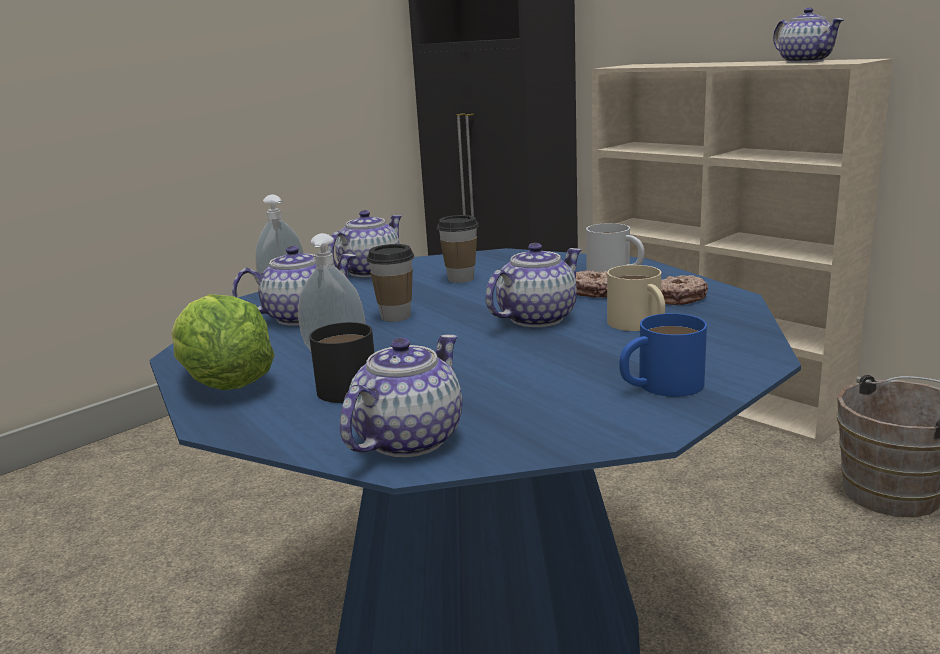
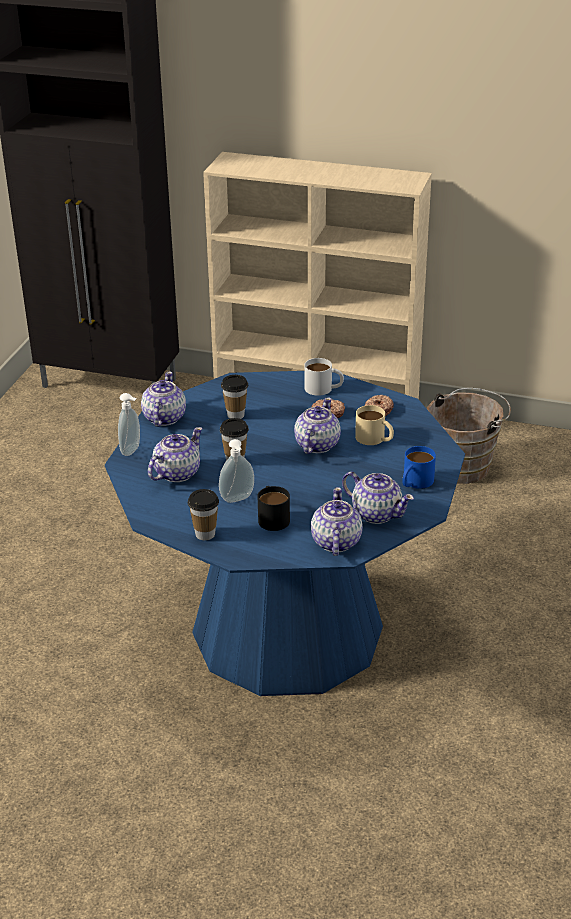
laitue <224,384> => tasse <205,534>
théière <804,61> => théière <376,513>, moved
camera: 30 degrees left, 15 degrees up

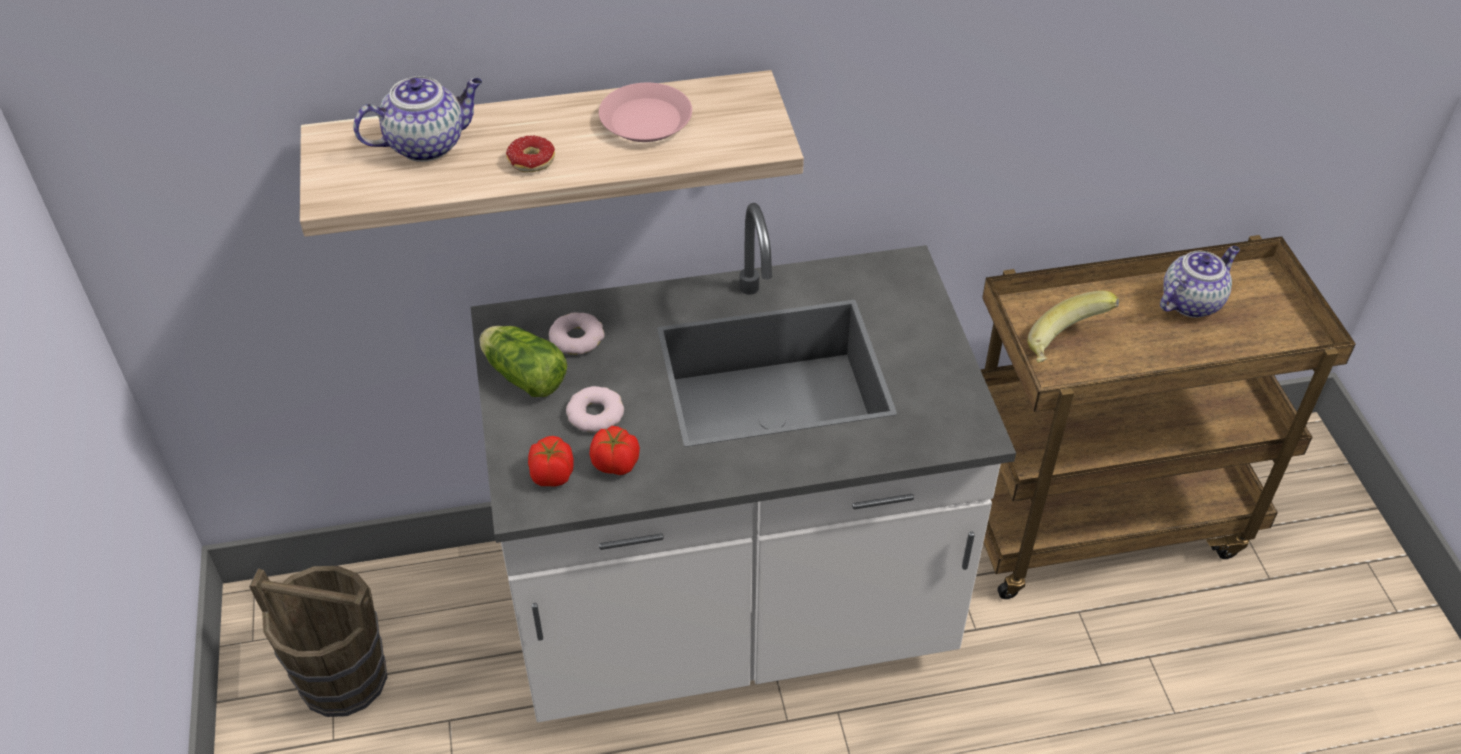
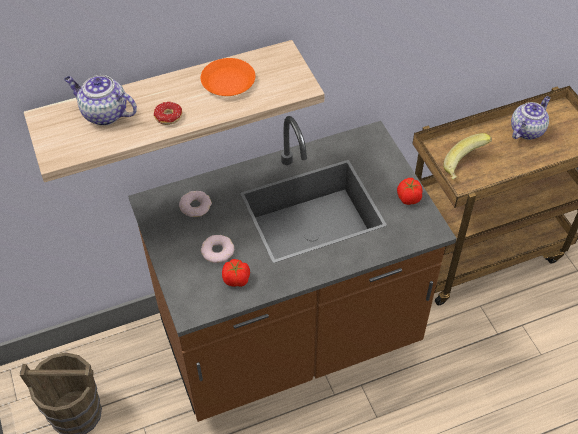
théière <427,144> => théière <104,114>, 120 degrees counterclockwise
comptoir de cuisine/blanc <730,614> => comptoir de cuisine/marron <290,339>
assiette/rose <646,120> => assiette/orange <228,81>
tomate <551,475> => tomate <408,198>, moved
laitue <522,374> => nothing
camera: 10 degrees left, 5 degrees up

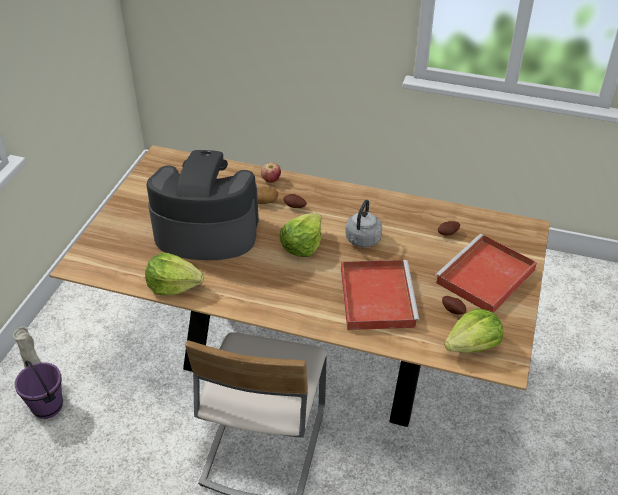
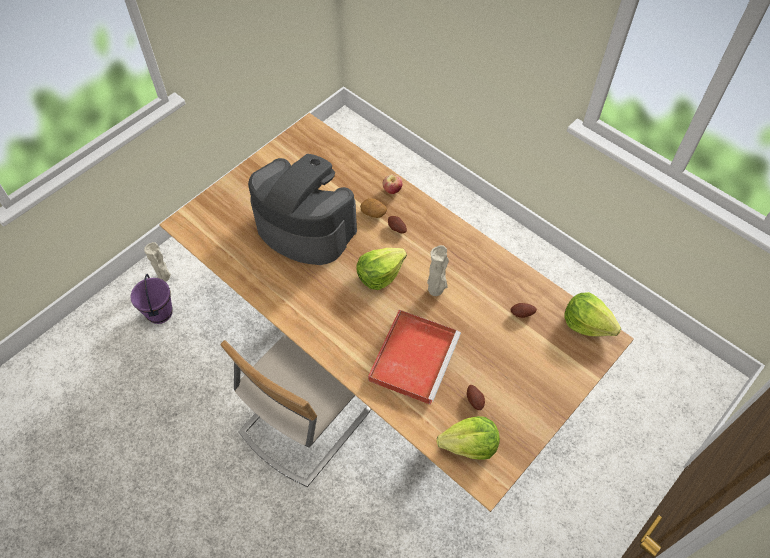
bouilloire/gris <362,240> => vase/beige <436,290>
laitue <173,285> => laitue <587,323>, moved
plateau/rouge <485,278> => nothing
camera: 25 degrees right, 15 degrees up

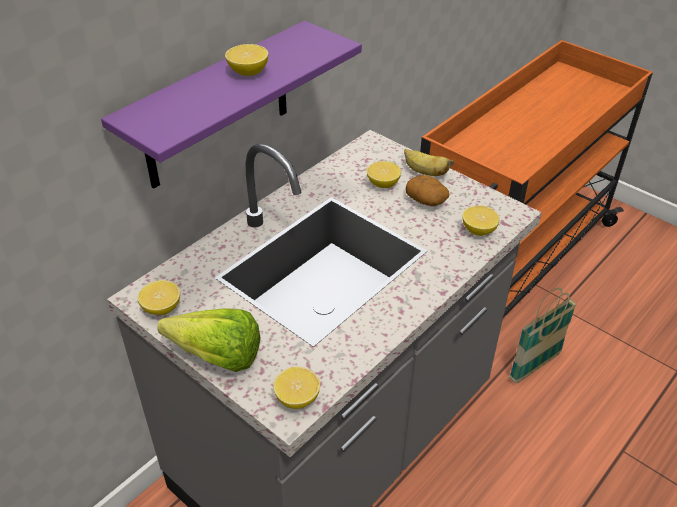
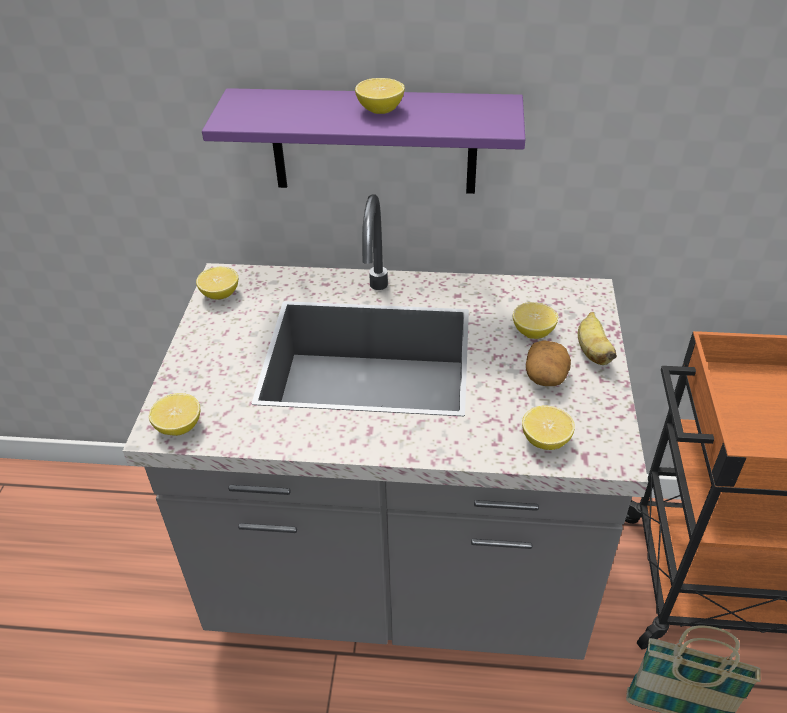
laitue <210,354> => nothing
camera: 55 degrees right, 0 degrees up

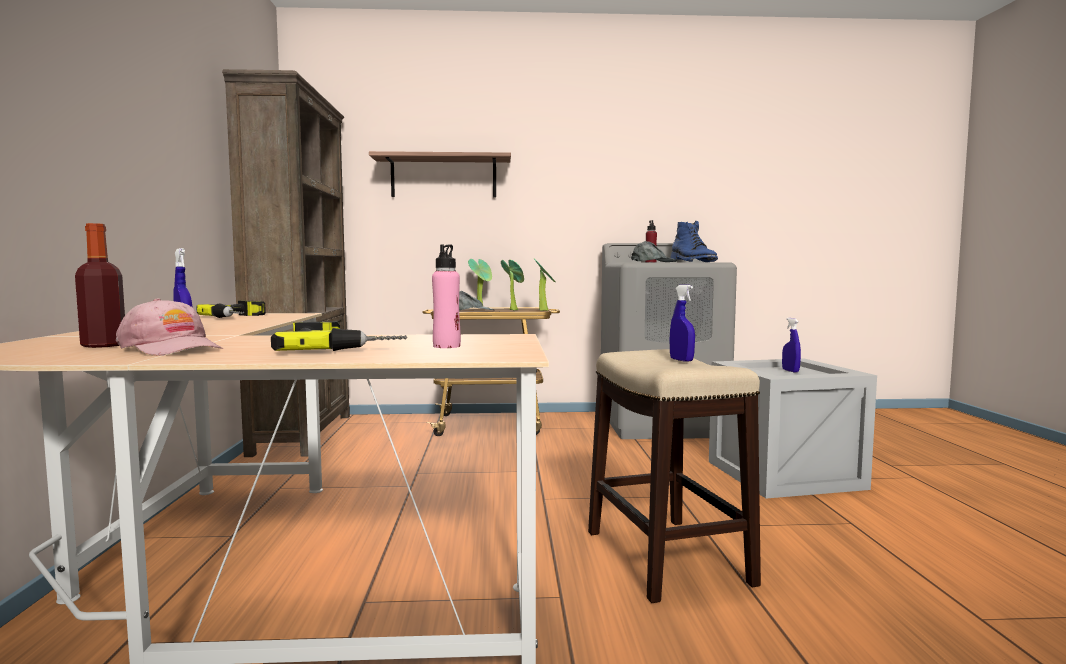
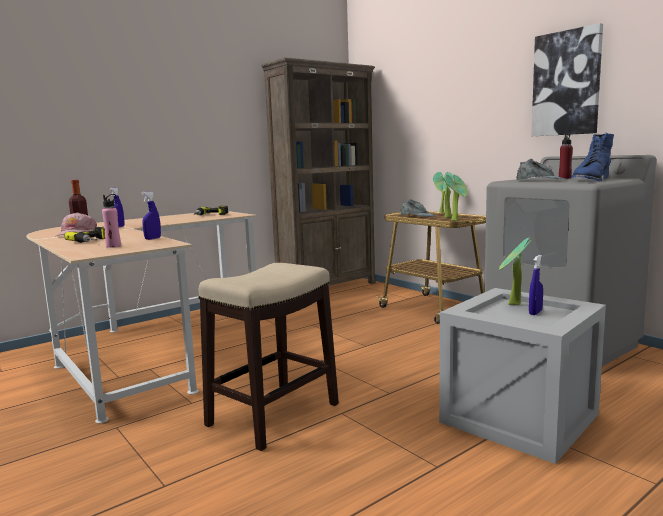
vaporisateur/bleu <681,360> => vaporisateur/bleu <152,238>, moved
nothing => plante en pot <512,305>
nothing => tableau <566,83>
étagère <443,177> => nothing
camera: 55 degrees right, 5 degrees up

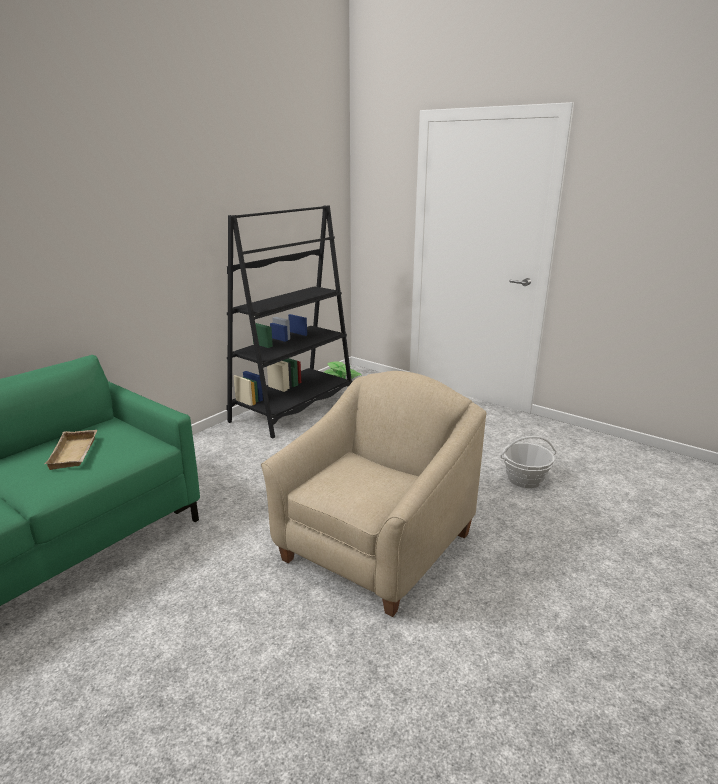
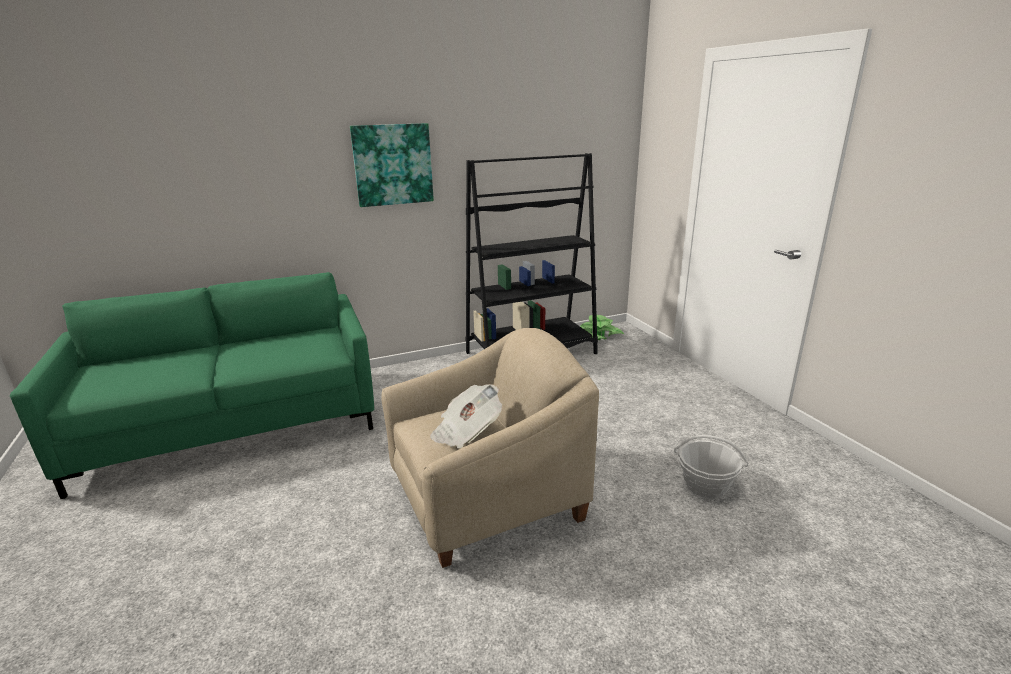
nothing => tableau <393,164>
nothing => journal <466,432>
plateau/beige <76,453> => nothing
camera: 30 degrees right, 0 degrees up

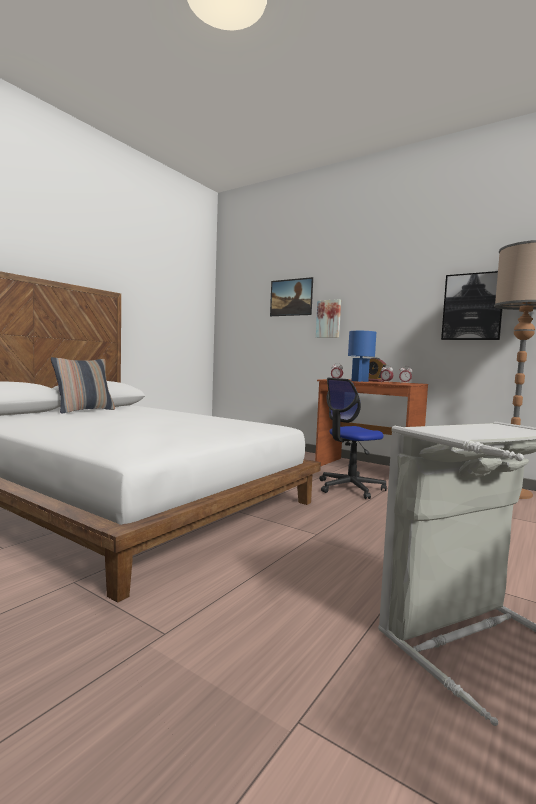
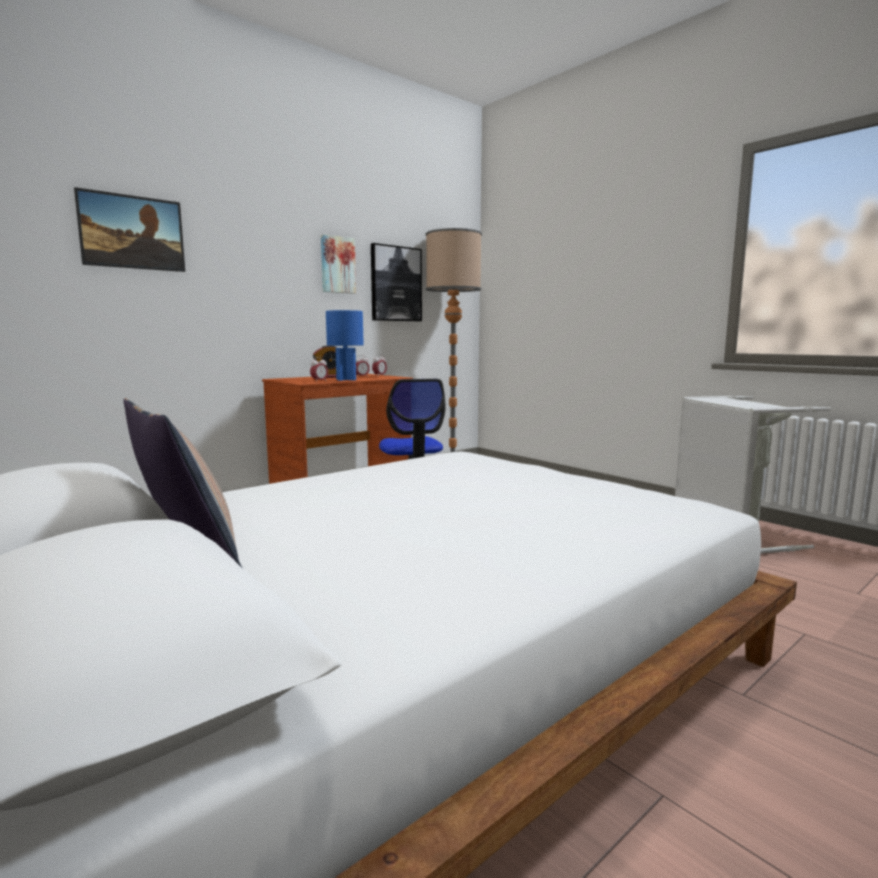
tableau <329,319> => tableau <337,265>, moved
camera: 75 degrees left, 5 degrees up

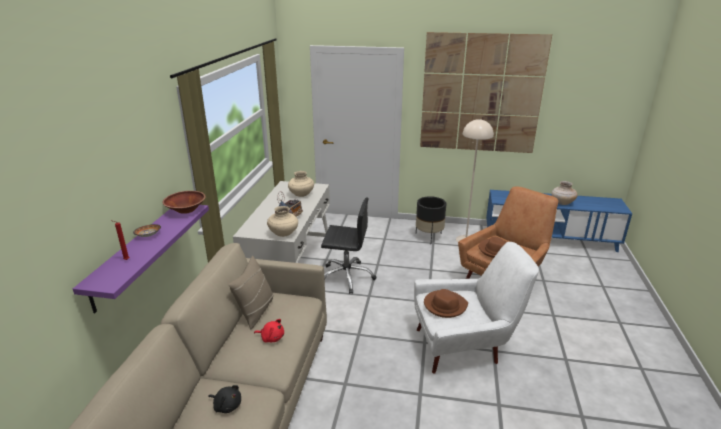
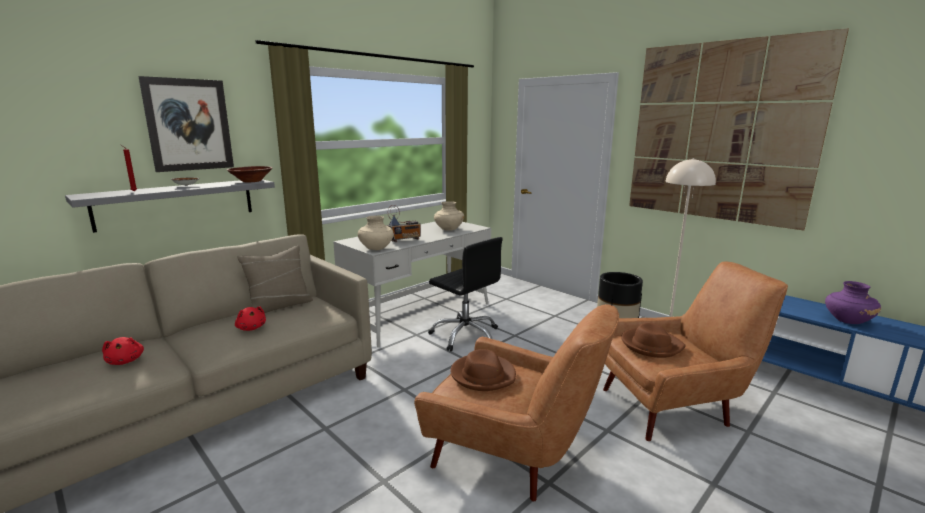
étagère/violet <136,254> => étagère/gris <177,203>
peluche/noir <227,405> => peluche/rouge <125,361>
nothing => tableau <189,125>
fauteuil/blanc <464,346> => fauteuil/marron <512,457>
vase/beige <562,203> => vase/violet <847,321>
camera: 35 degrees right, 10 degrees down

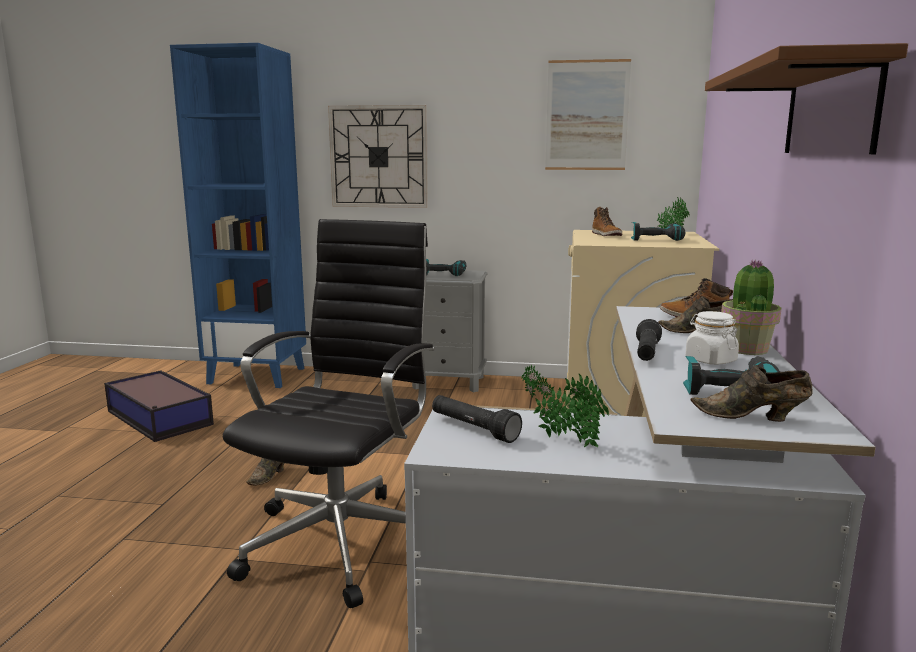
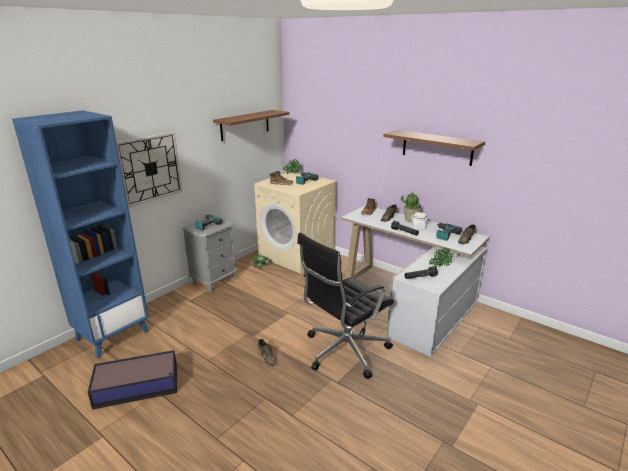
tableau <587,115> => étagère/marron <245,125>
chaise de bureau/noir <343,540> => chaise de bureau/noir <343,351>, 90 degrees counterclockwise
camera: 60 degrees left, 10 degrees up

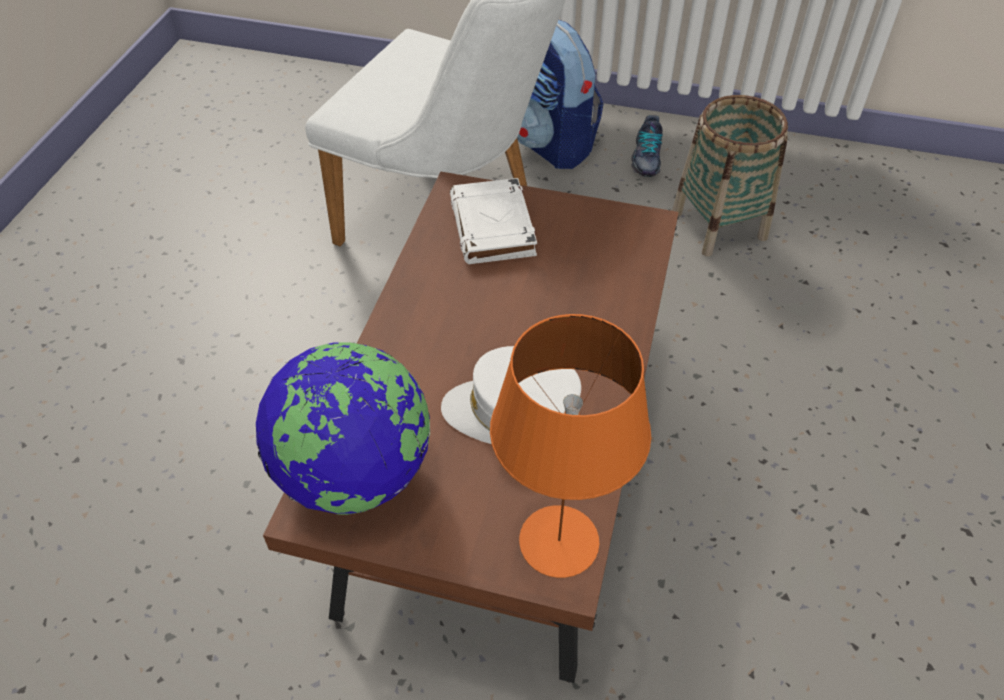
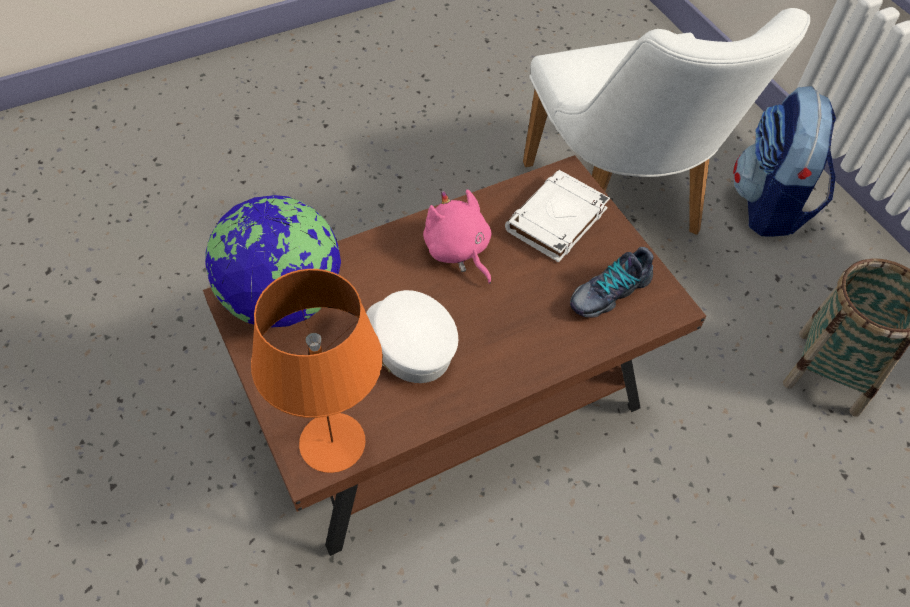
nothing => peluche/rose <458,251>
chaussure <646,158> => chaussure <609,292>, moved
camera: 45 degrees right, 5 degrees up

